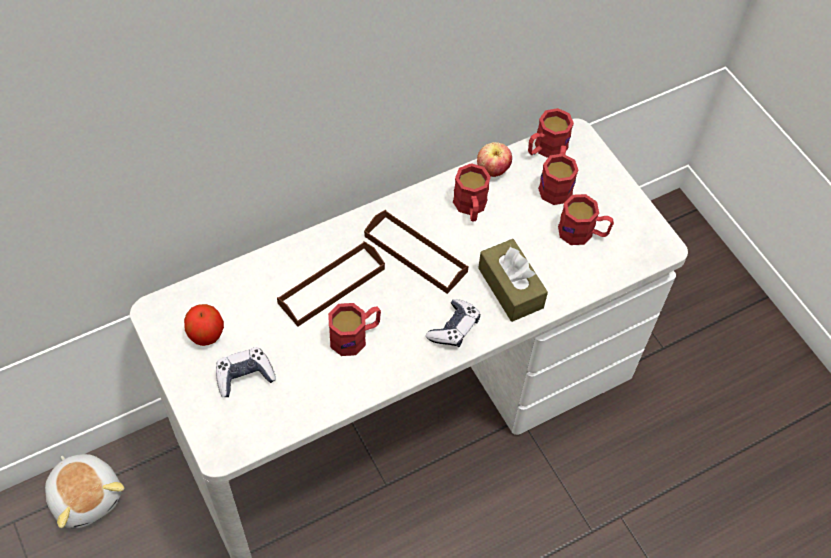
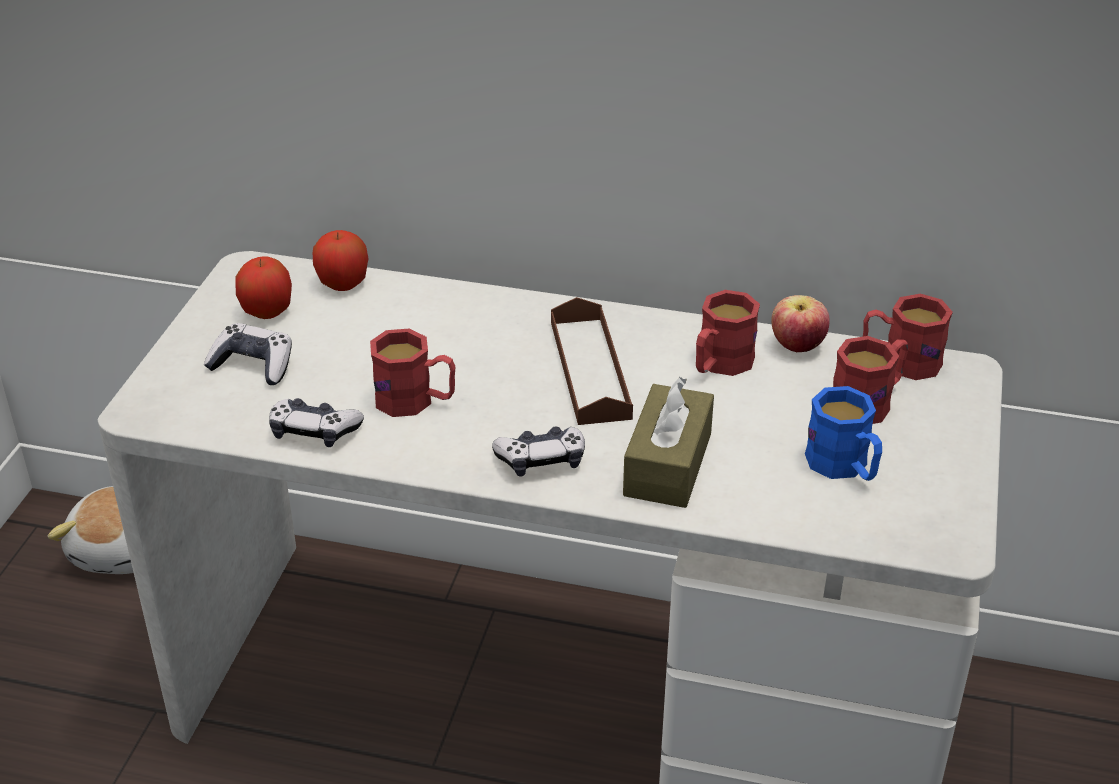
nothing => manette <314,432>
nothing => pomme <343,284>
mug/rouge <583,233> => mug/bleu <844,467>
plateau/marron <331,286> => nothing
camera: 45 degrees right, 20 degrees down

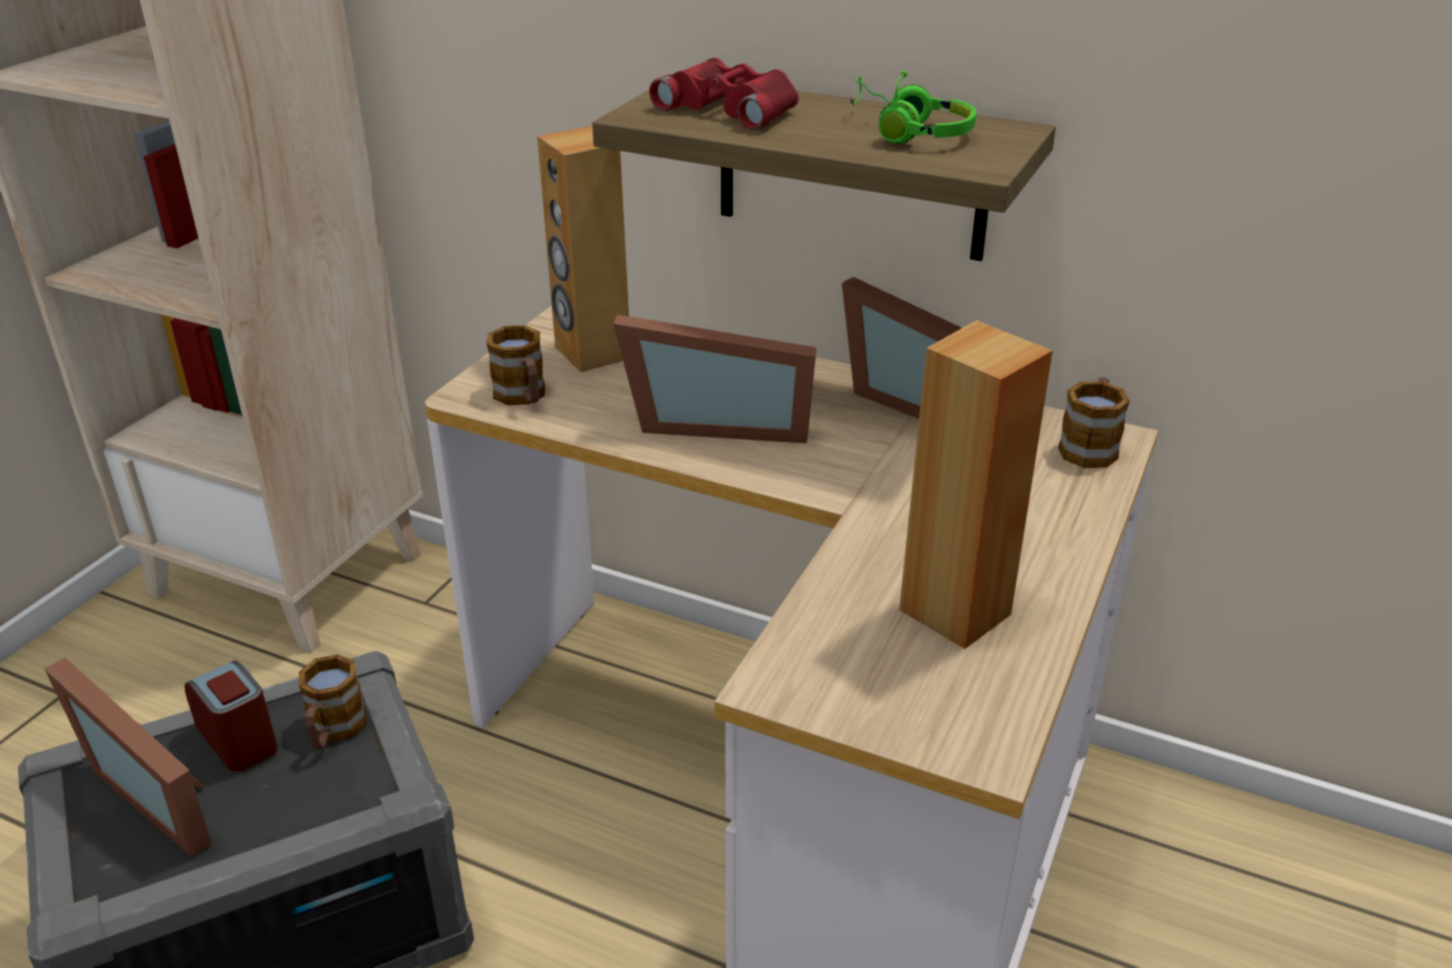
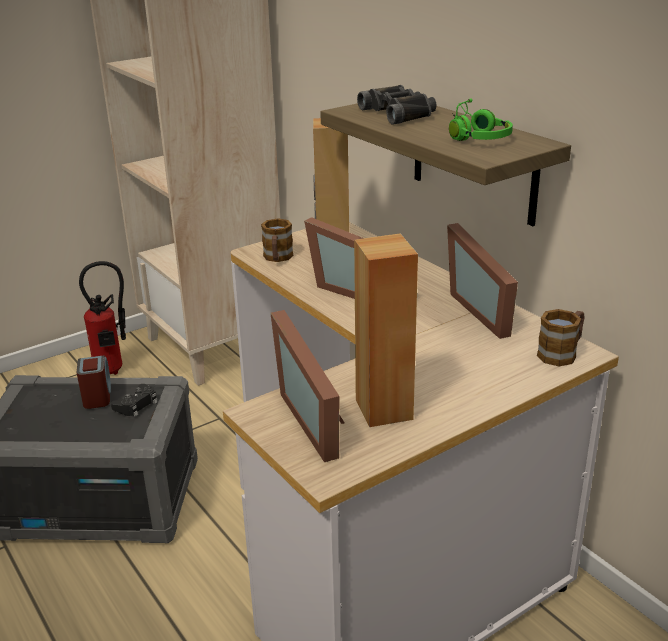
nothing => extincteur <114,371>
mug <333,731> => manette/noir <136,405>
cadre photo <162,790> => cadre photo <318,417>, moved
jumelles/rouge <732,108> => jumelles/noir <399,113>
camera: 30 degrees right, 5 degrees down

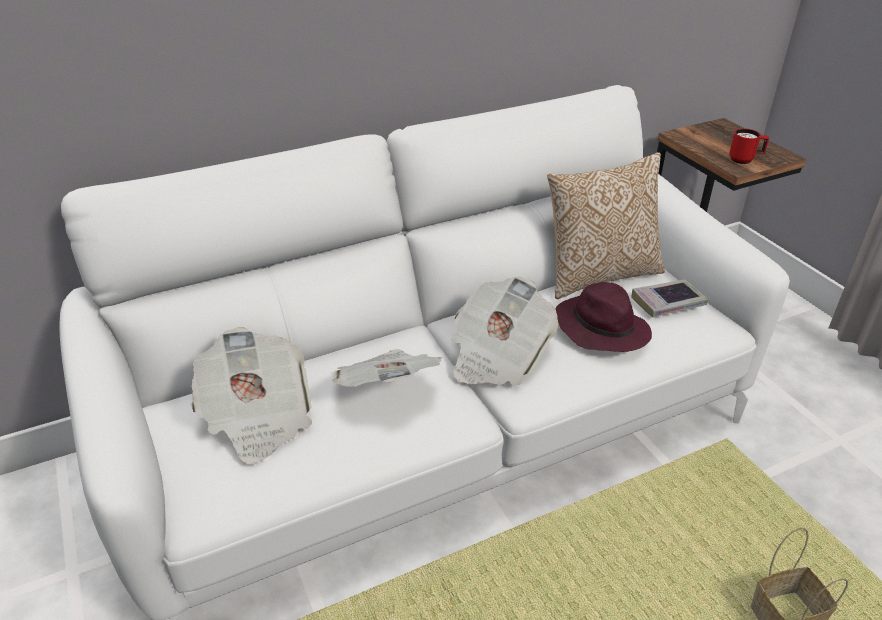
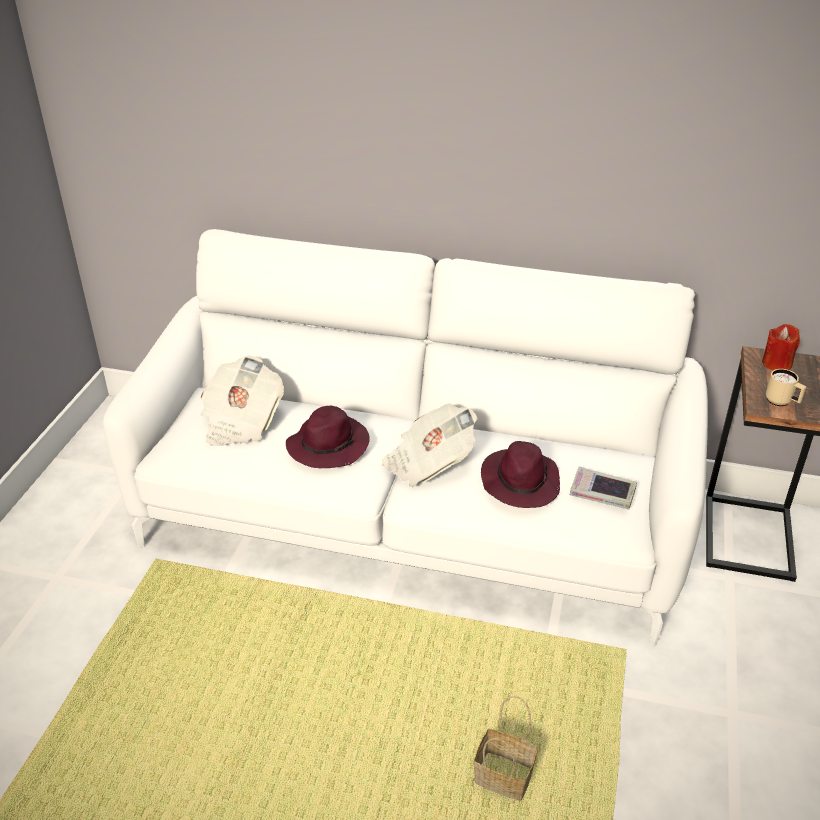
journal <388,389> => chapeau/violet <329,445>
nothing => bougie/rouge <776,363>
mug/rouge <745,160> => mug/beige <782,402>
coussin <599,274> => nothing
camera: 40 degrees right, 0 degrees up

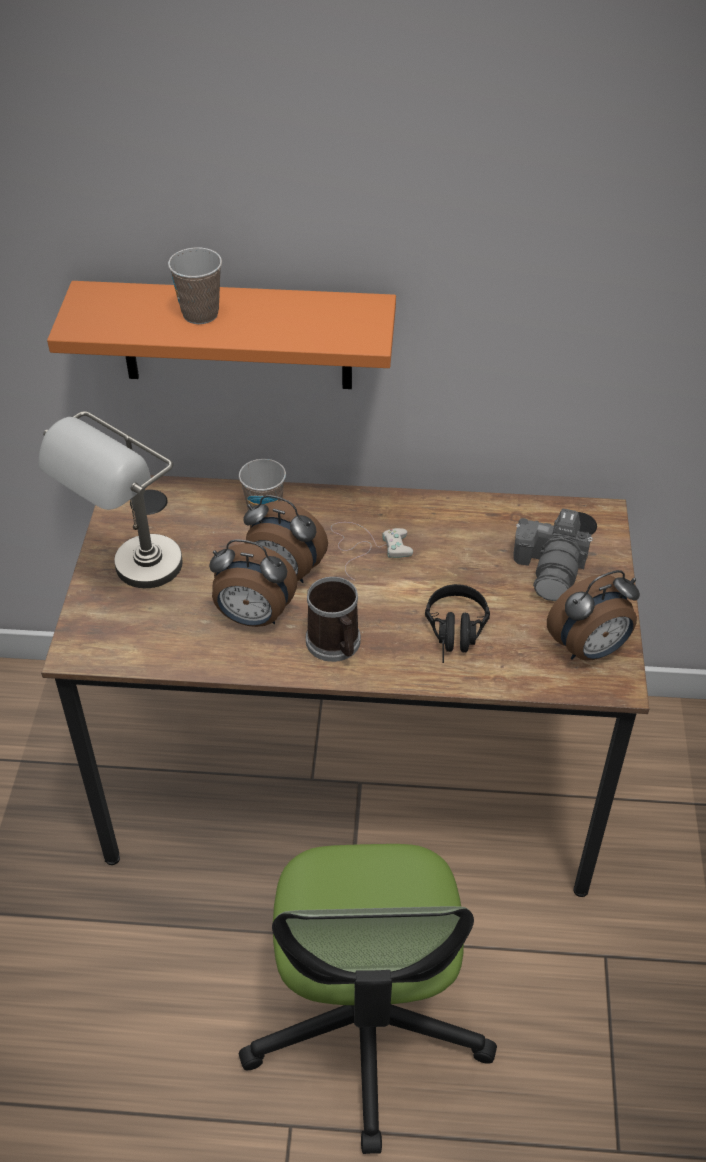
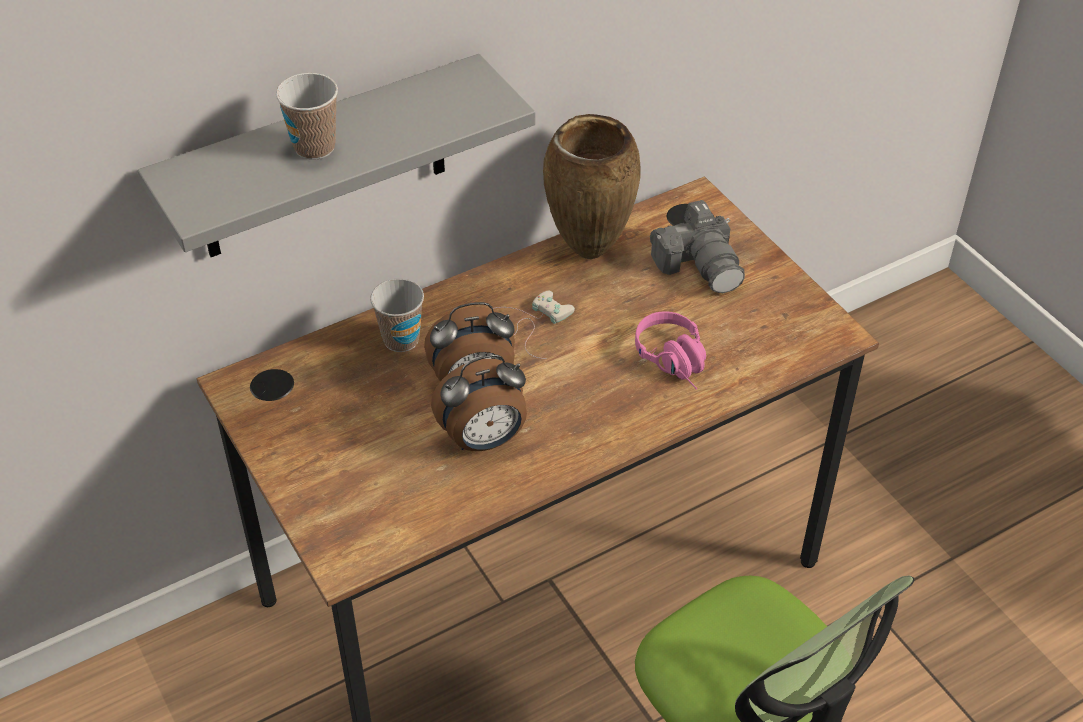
étagère/orange <236,335> => étagère/gris <322,161>
nothing => vase/marron <587,252>
casque audio/noir <456,636> => casque audio/rose <677,363>
lampe de table/gris <133,578> => nothing
mug <336,645> => nothing
réveil <589,650> => nothing
camera: 35 degrees left, 0 degrees up

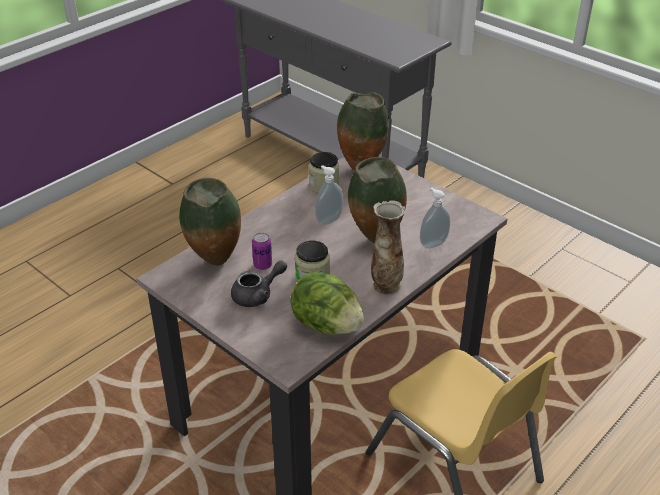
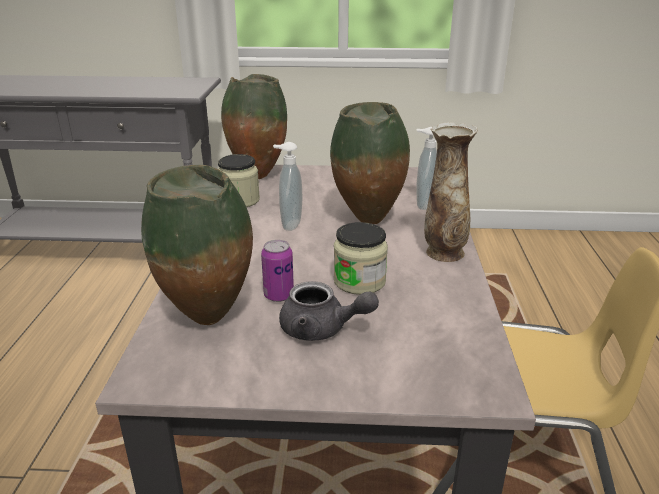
théière/gris <258,295> => théière/gris <322,329>, 90 degrees clockwise
laitue <326,325> => nothing
camera: 40 degrees left, 10 degrees down

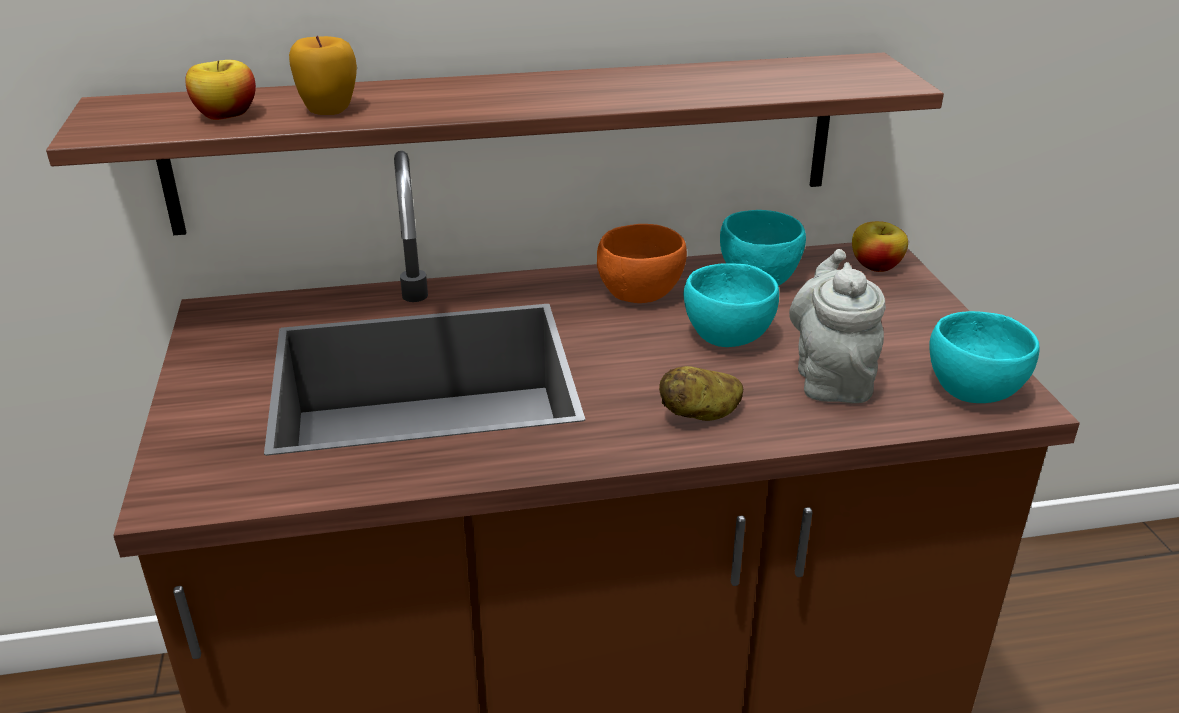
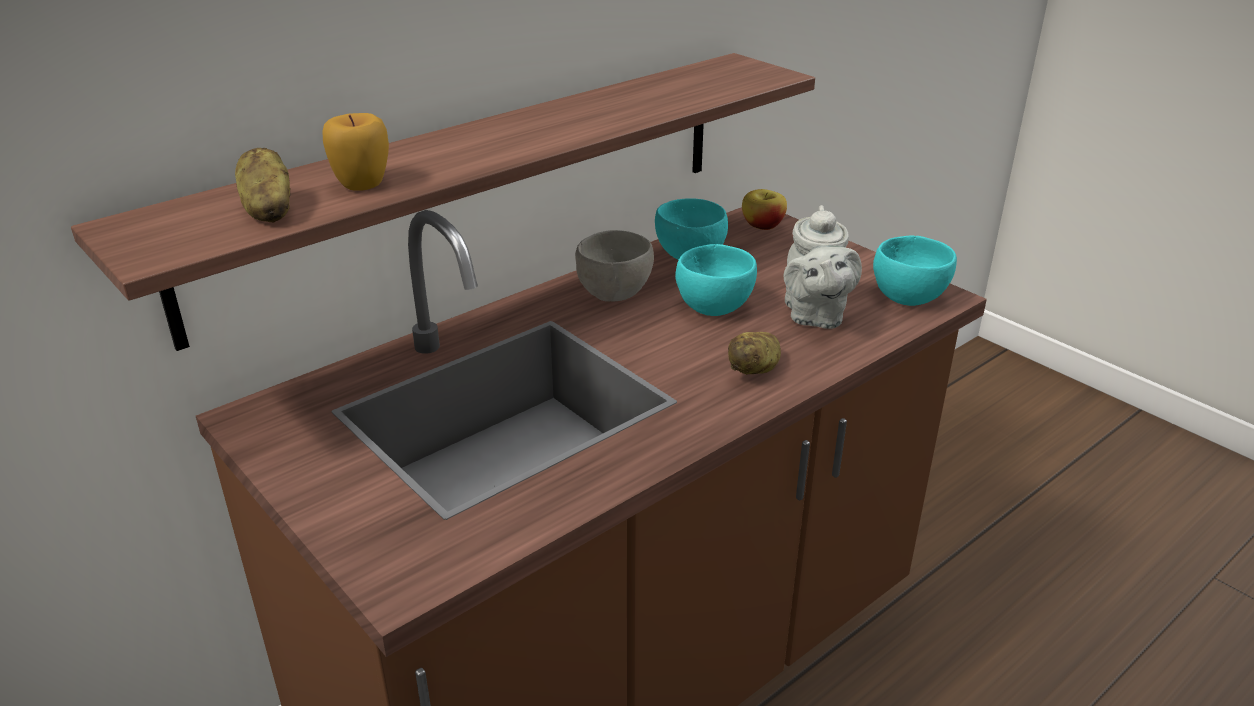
pomme <226,115> => pomme de terre <268,210>
bol/orange <638,292> => bol/gris <612,291>
théière/gris <831,378> => théière/gris <814,315>, 150 degrees counterclockwise
camera: 30 degrees left, 0 degrees up

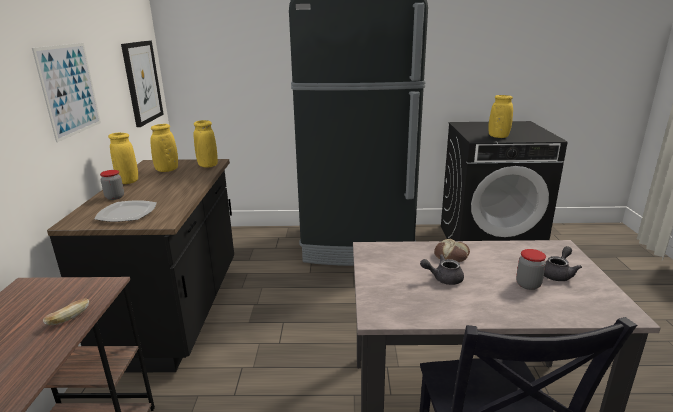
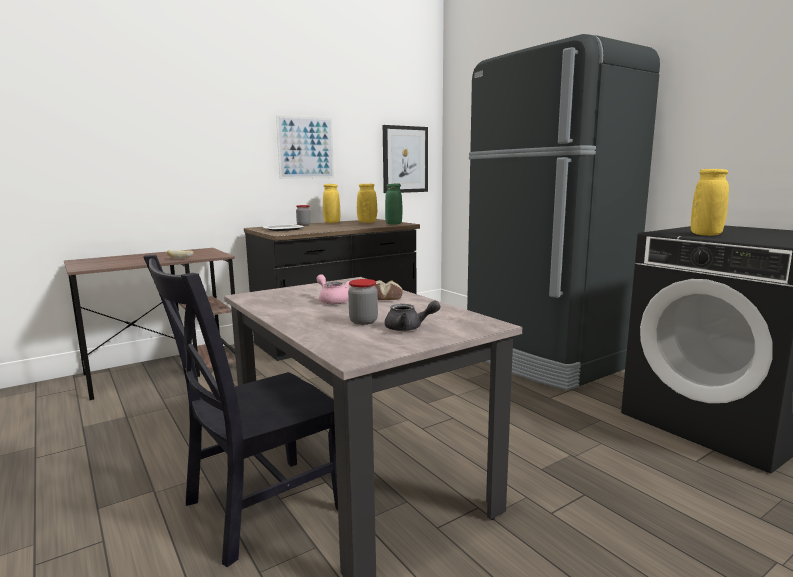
théière/gris <443,278> => théière/rose <332,300>
vase/jaune <208,166> => vase/vert <393,224>
camera: 55 degrees right, 10 degrees down

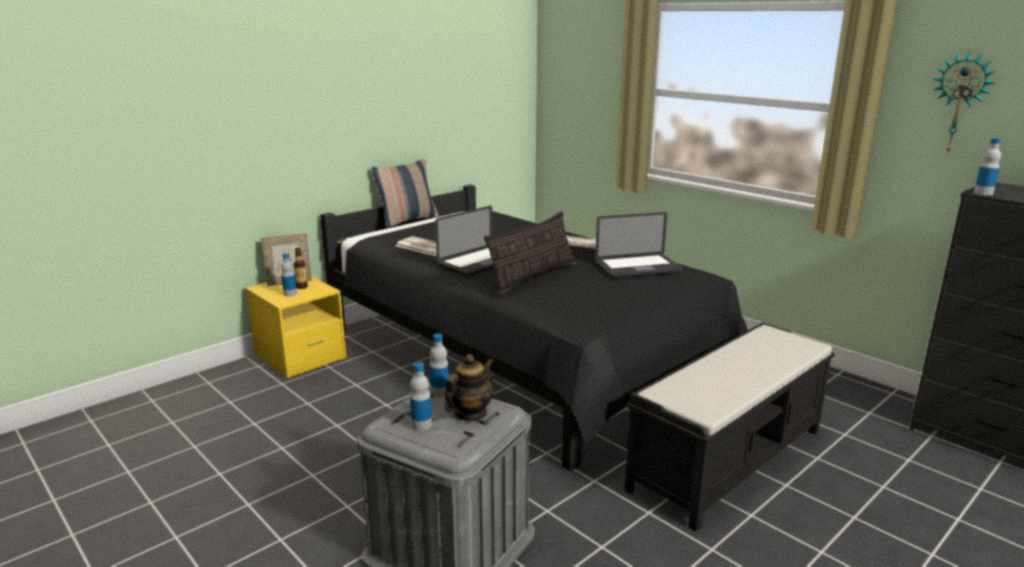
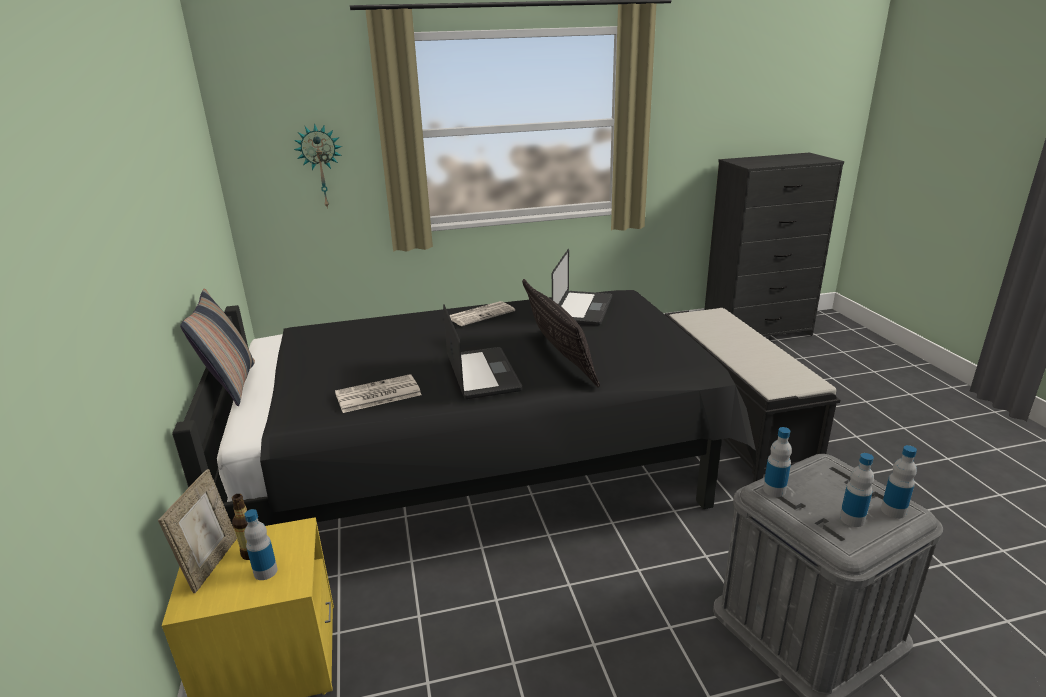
horloge murale <960,103> => horloge murale <321,166>, moved
bouteille <983,193> => bouteille <893,511>, moved
théière <470,413> => nothing
camera: 60 degrees left, 5 degrees up

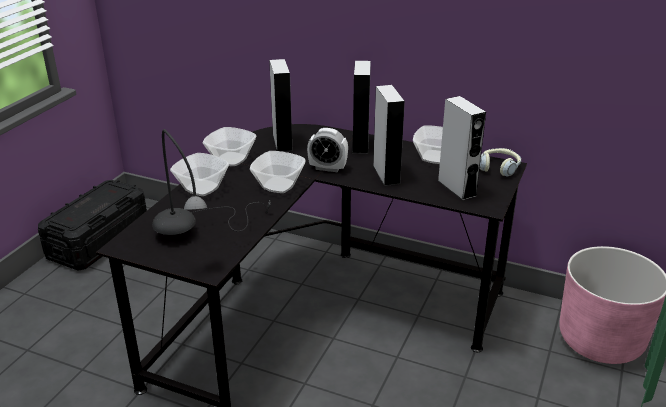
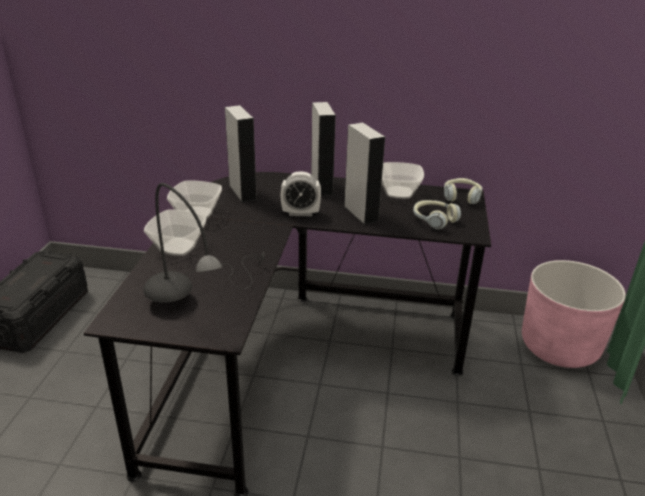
enceinte/gris <456,188> => casque audio <434,220>
bol <279,185> => nothing
camera: 15 degrees left, 0 degrees up

